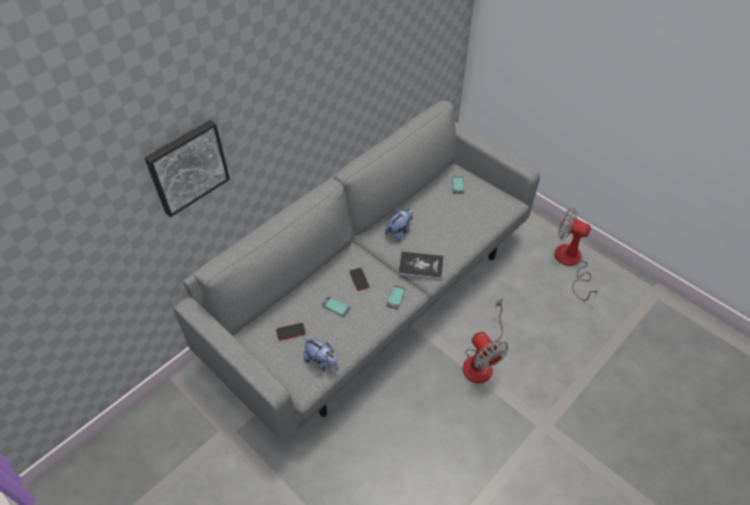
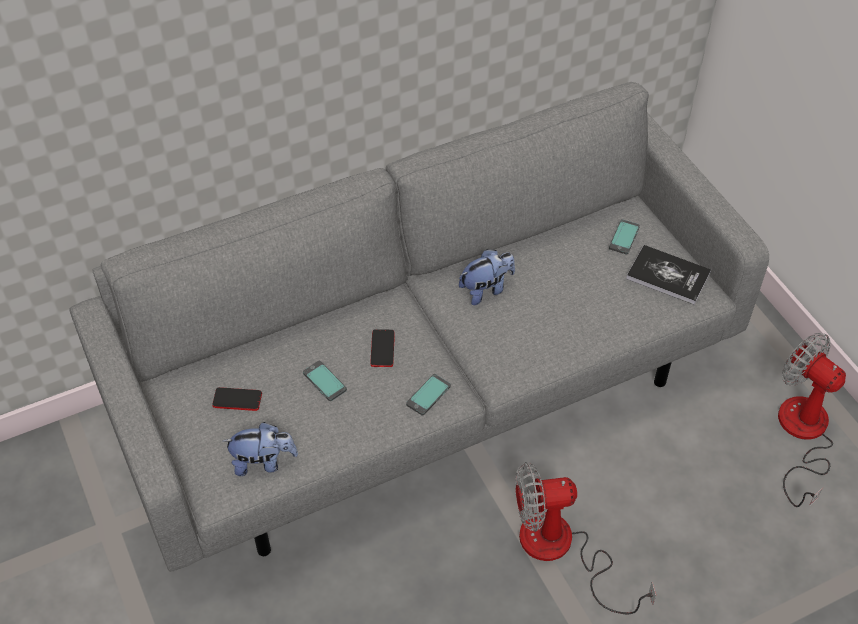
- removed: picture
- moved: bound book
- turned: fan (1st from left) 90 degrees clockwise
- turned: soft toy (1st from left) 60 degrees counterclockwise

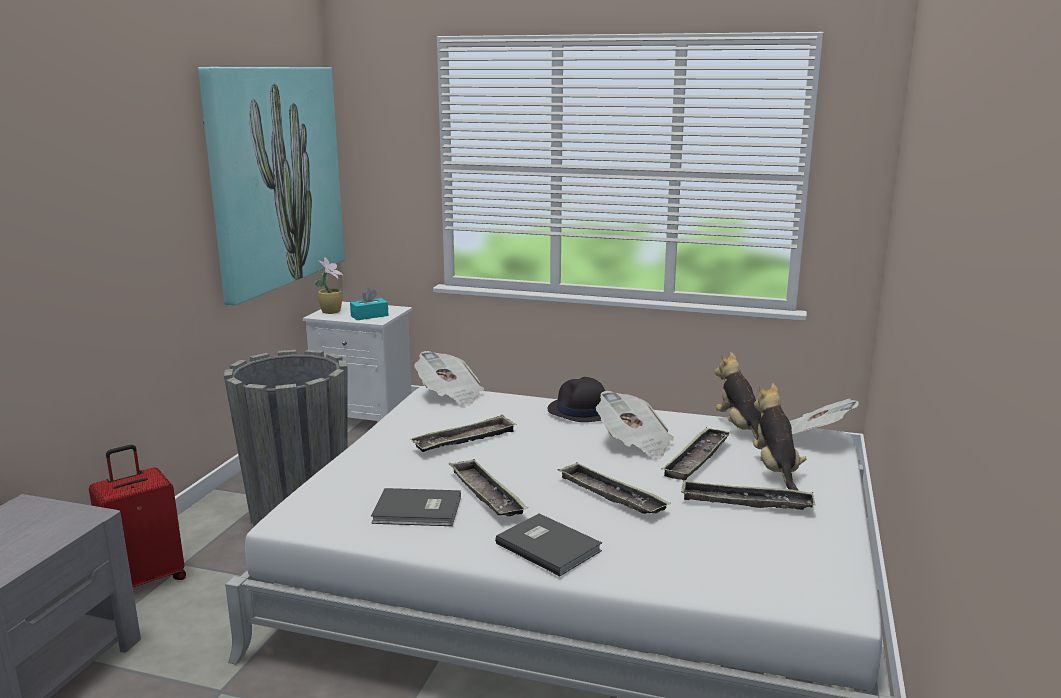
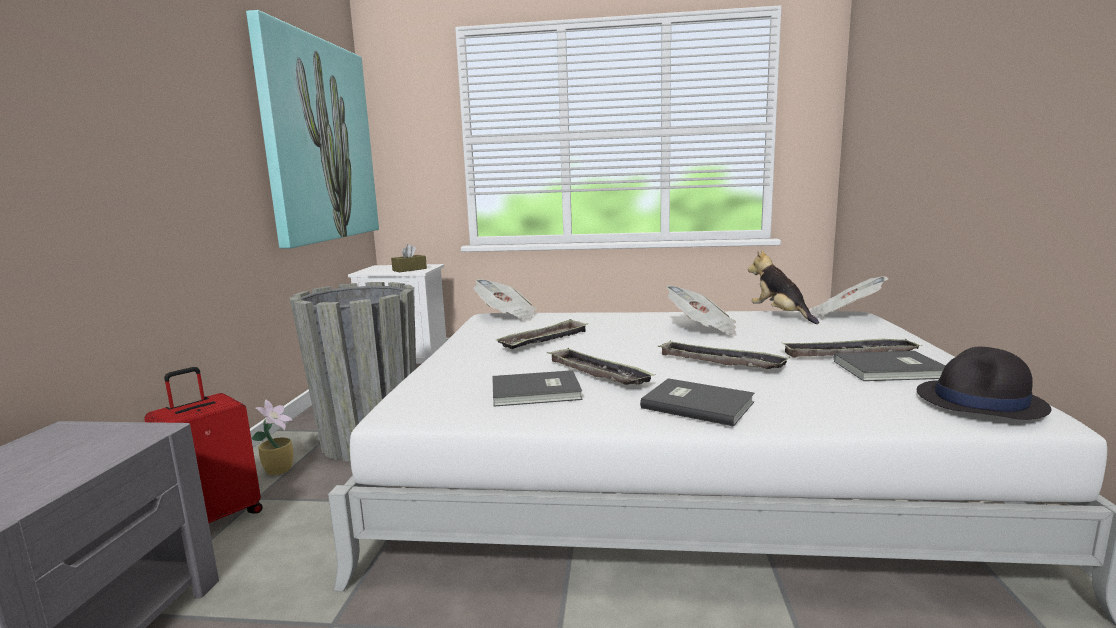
- moved: houseplant
- recoloured: tissue box/blue-green to tissue box/brown
- moved: hat/black
- removed: soft toy (2nd from left)
- removed: tray (4th from left)
- added: bound book/gray (3rd from left)

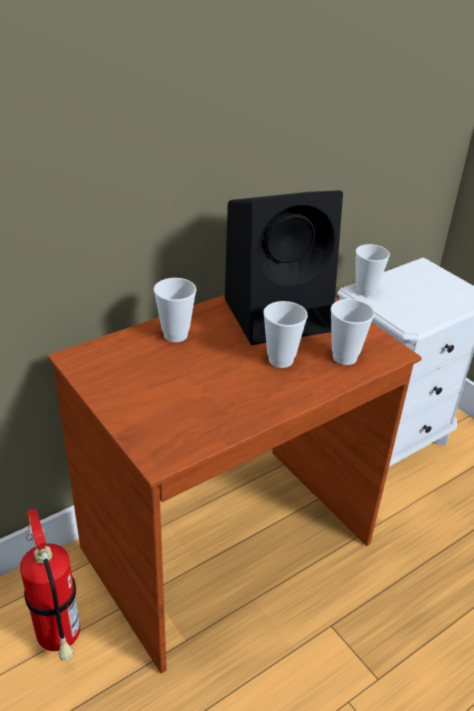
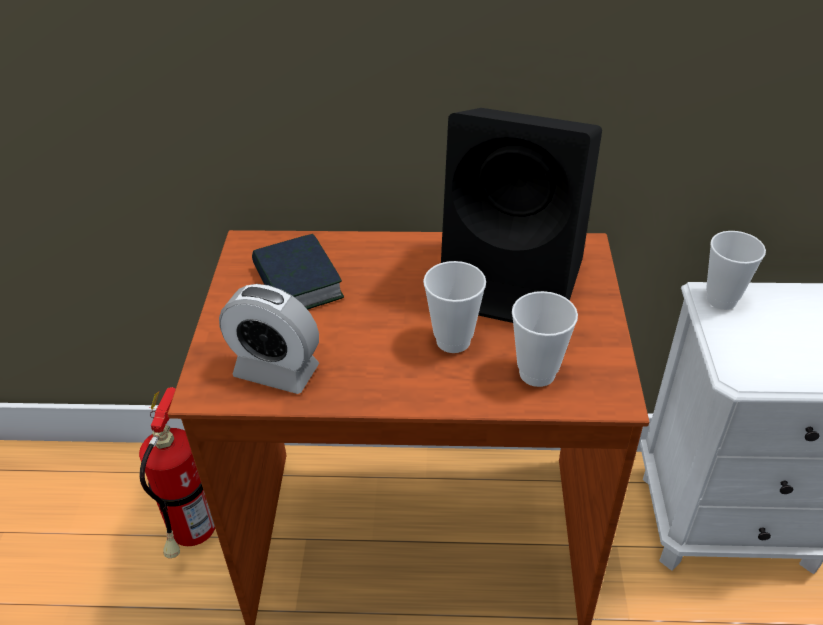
- removed: small cup (1st from left)
- added: bound book
- added: bedside clock

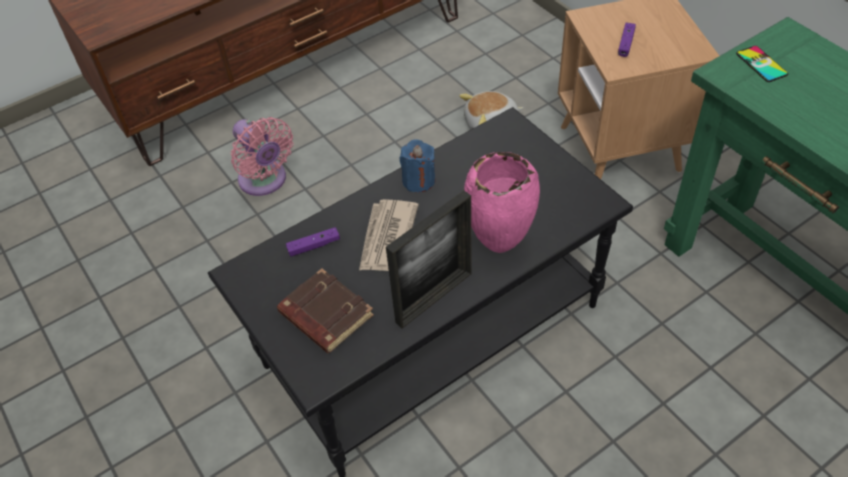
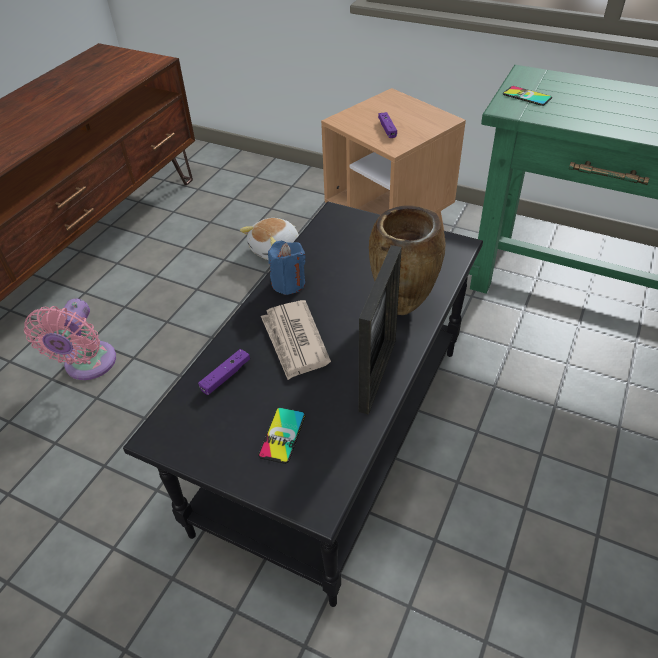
- turned: fan/pinkish 75 degrees clockwise
- recoloured: decorative vase/pinkish to decorative vase/brown
- replaced: bound book/brown to telephone (1st from left)

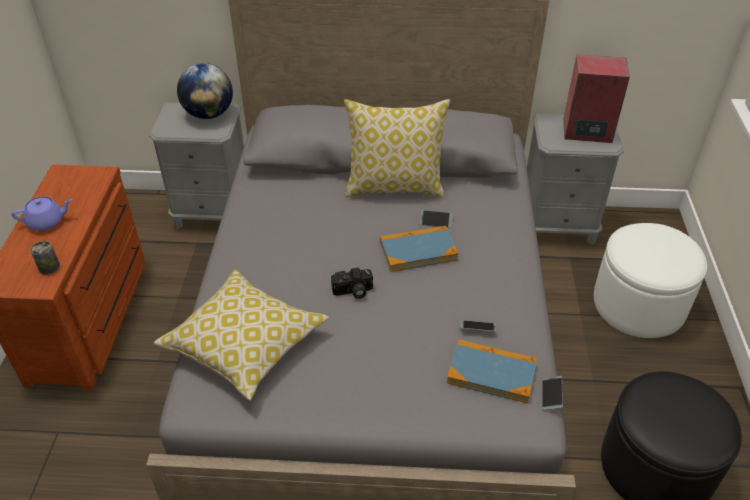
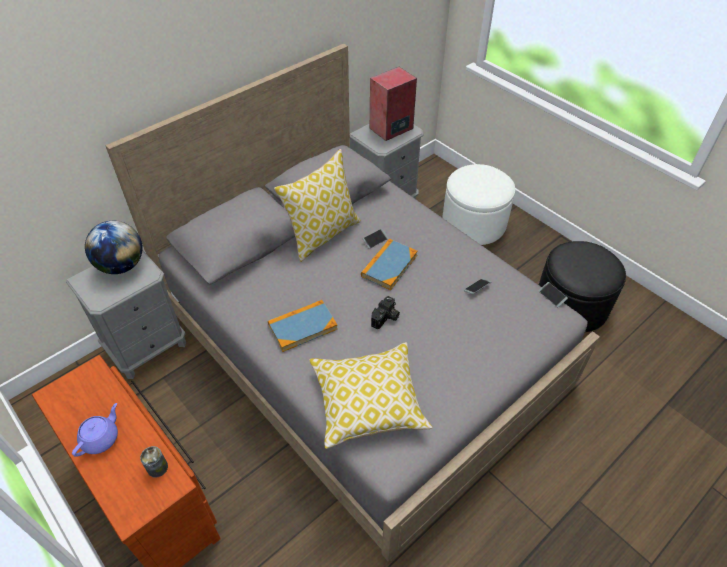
- moved: bound book (2nd from left in the first image) to bound book (1st from left)

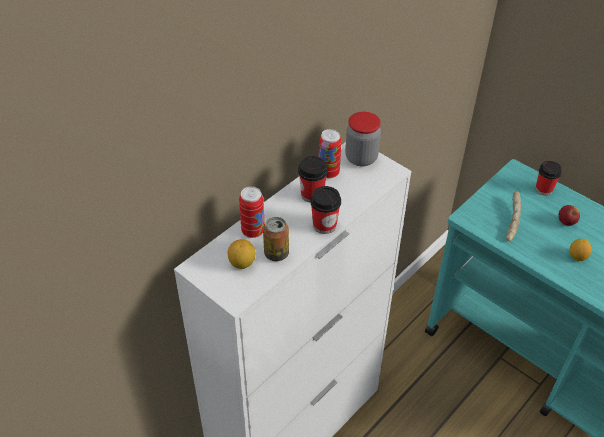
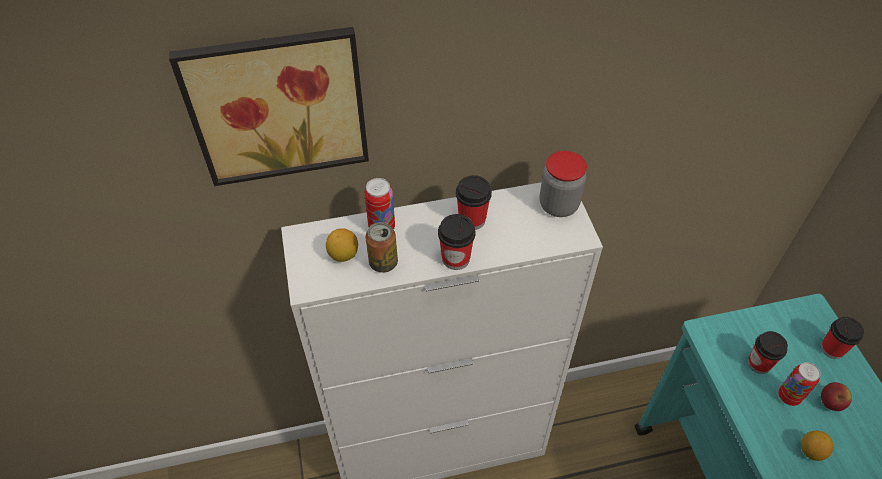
- moved: sealed can (3rd from left)
- replaced: bakery bread to small cup (3rd from left)
- added: picture

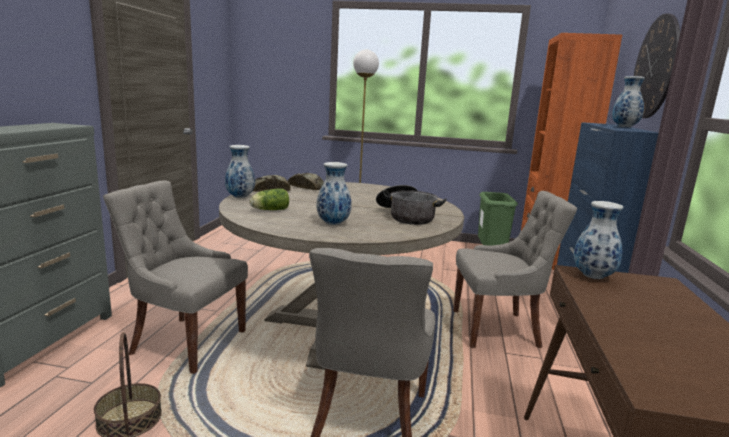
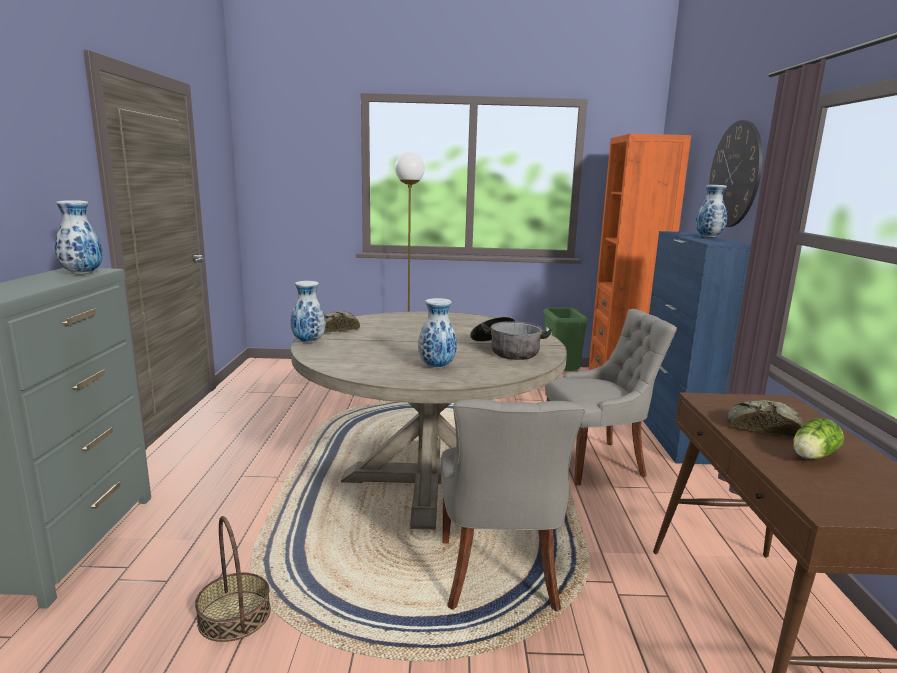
- moved: bakery bread (2nd from left)
- removed: upright chair/gray (1st from left)
- moved: lettuce
- moved: decorative vase (3rd from left in the first image) to decorative vase (1st from left)

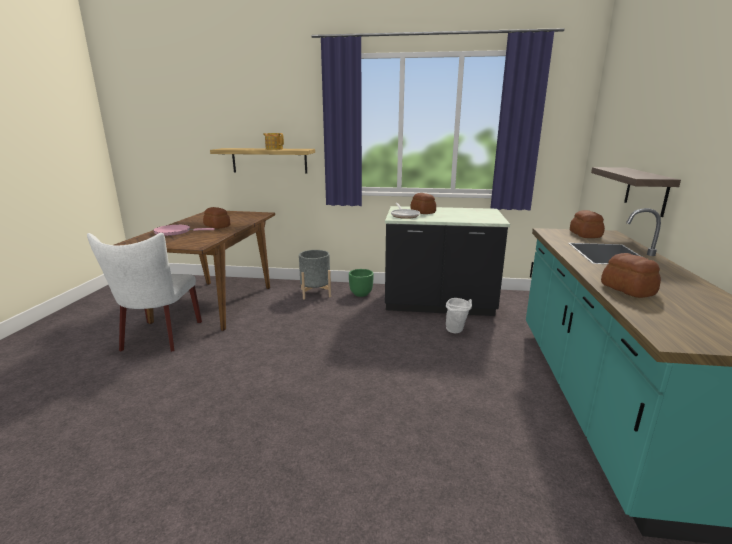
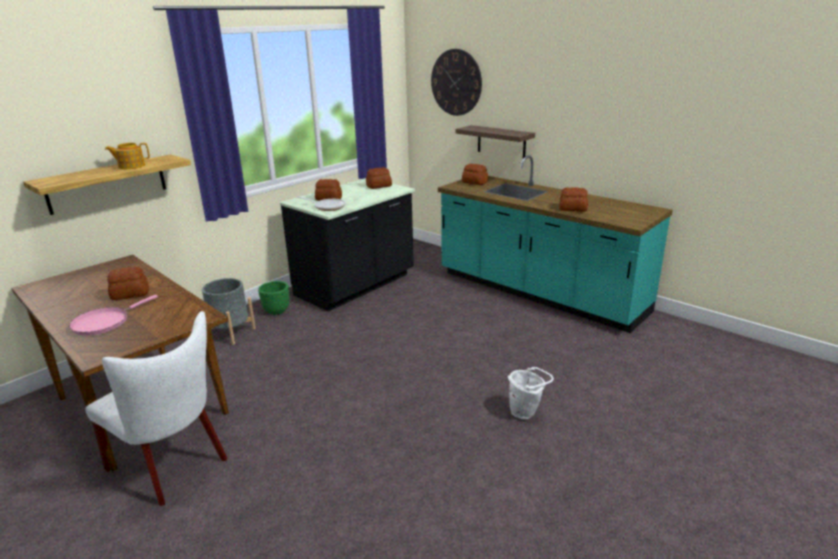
- moved: pail/white
- added: clock on the wall
- added: bakery bread (3rd from left)

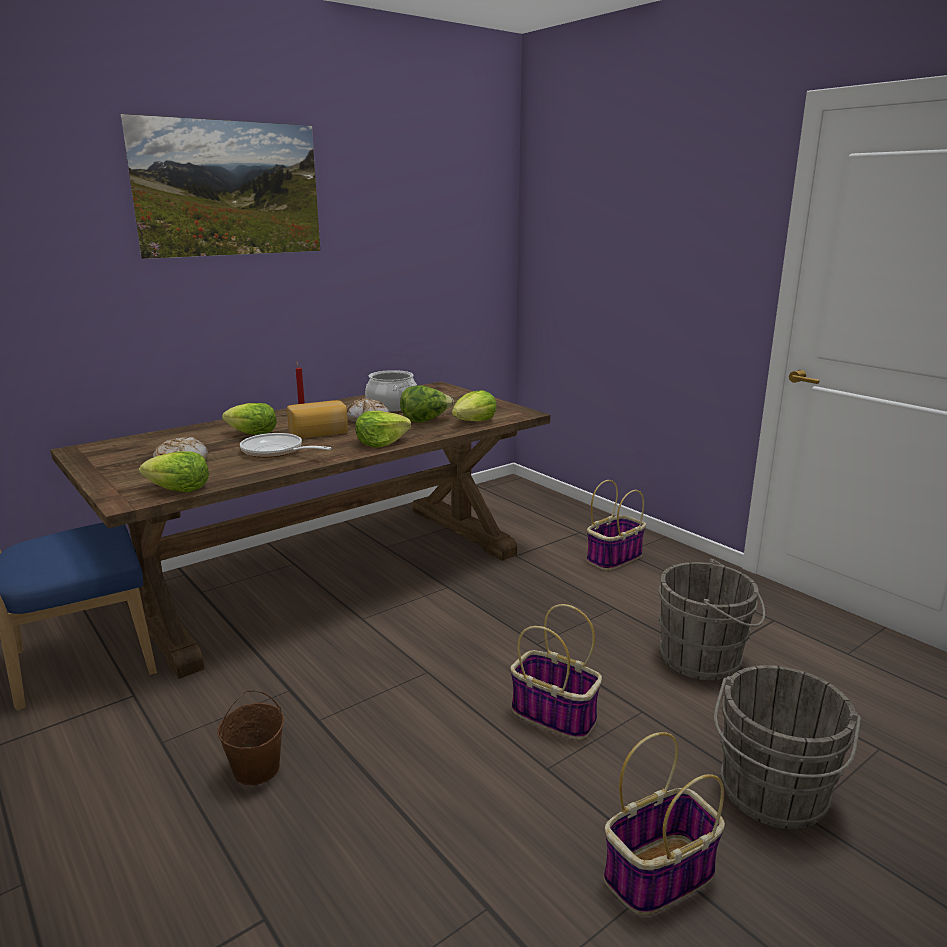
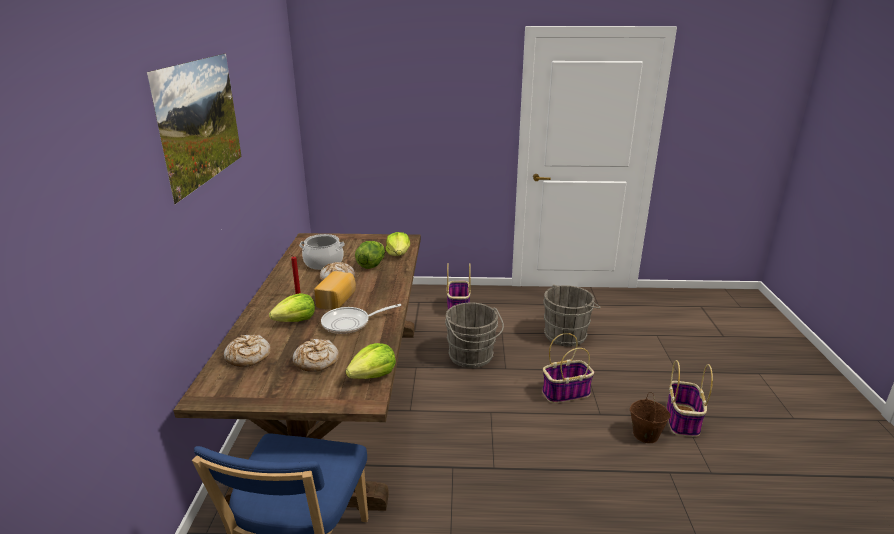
- removed: lettuce (3rd from left)
- moved: pail/gray (2nd from left in the first image) to pail/gray (1st from left)
- moved: pail/brown
- added: bakery bread (1st from left)

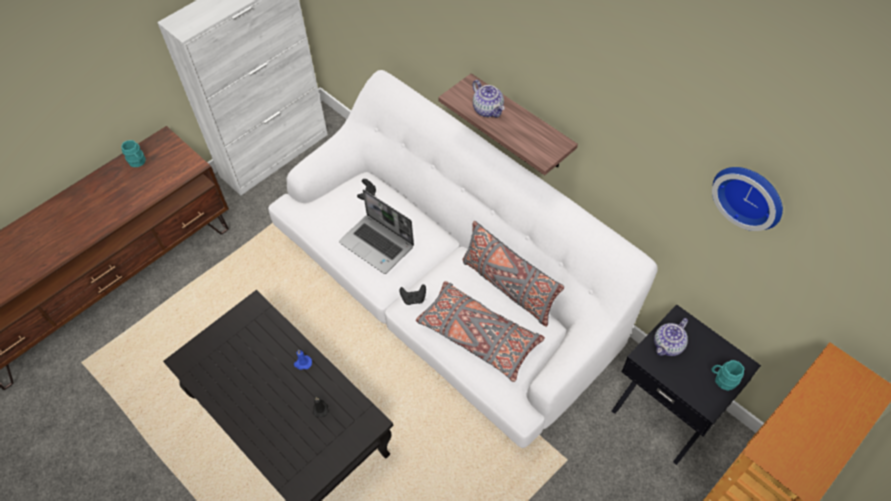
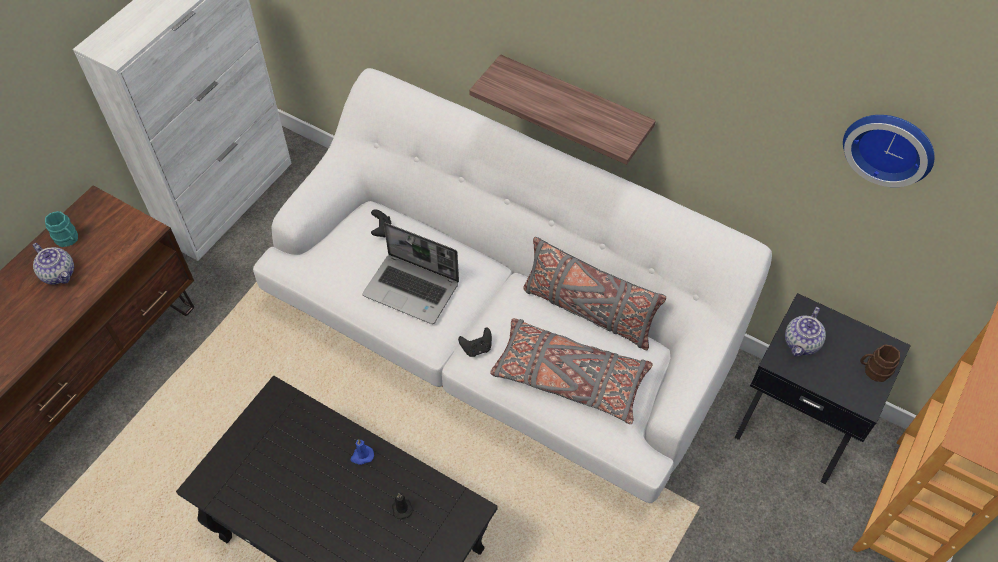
- moved: tea pot (1st from left)
- recoloured: tea mug/blue-green (2nd from left) to tea mug/brown

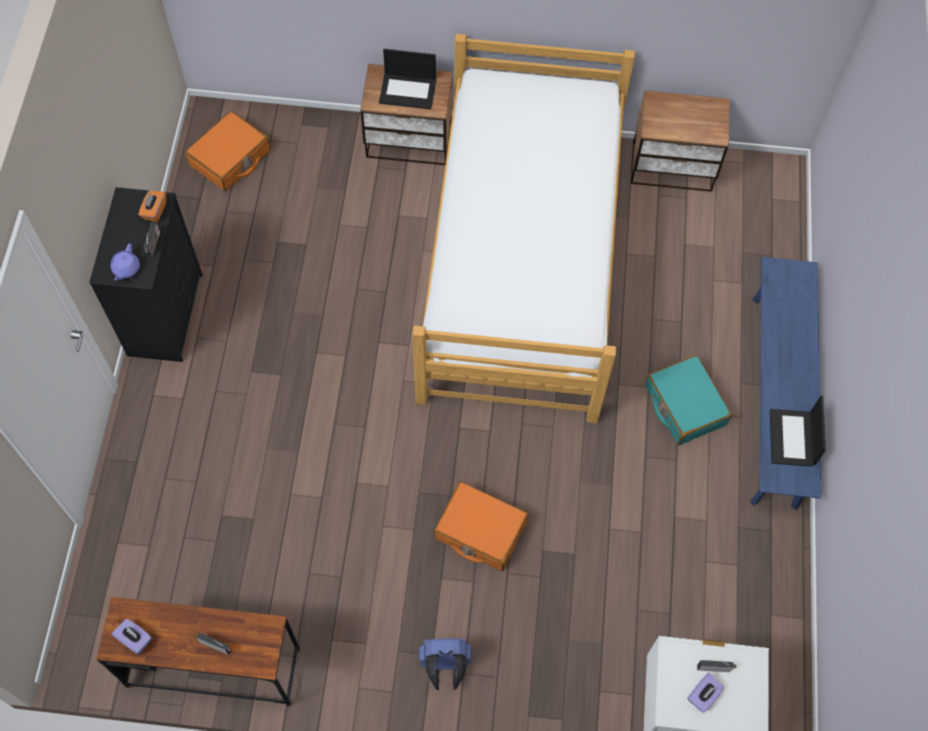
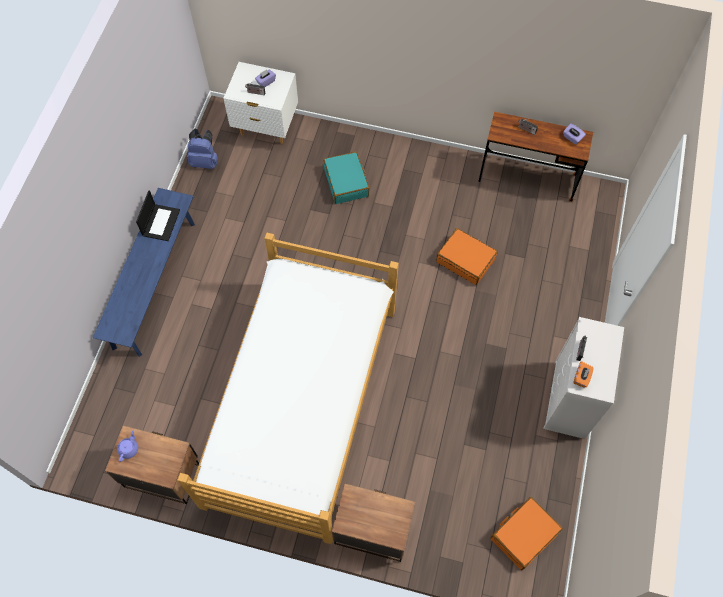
- removed: notebook computer (1st from left)
- recoloured: drawer chest/black to drawer chest/white
- moved: tea pot/purple
- moved: travel case/blue-green
- moved: travel case/orange-coloured (2nd from left in the first image) to travel case/orange-coloured (1st from left)
- moved: knapsack/bluish

